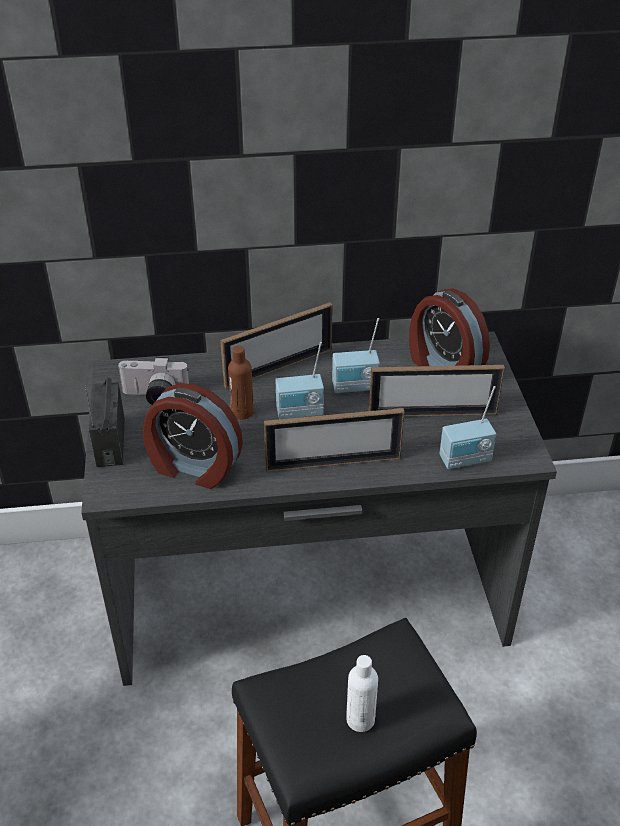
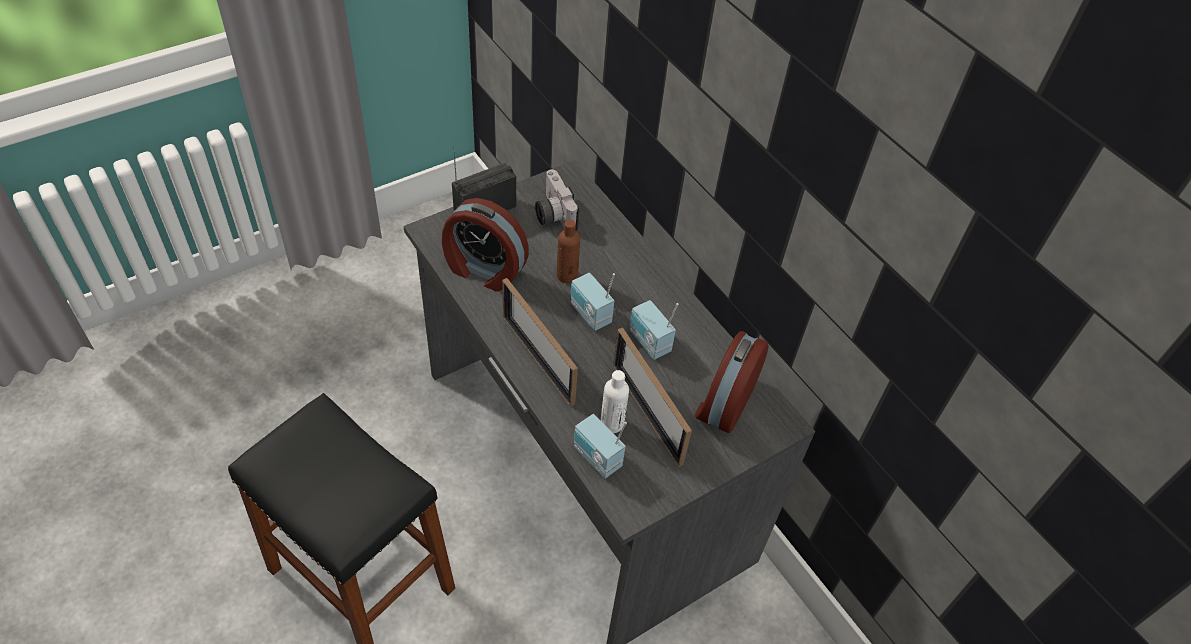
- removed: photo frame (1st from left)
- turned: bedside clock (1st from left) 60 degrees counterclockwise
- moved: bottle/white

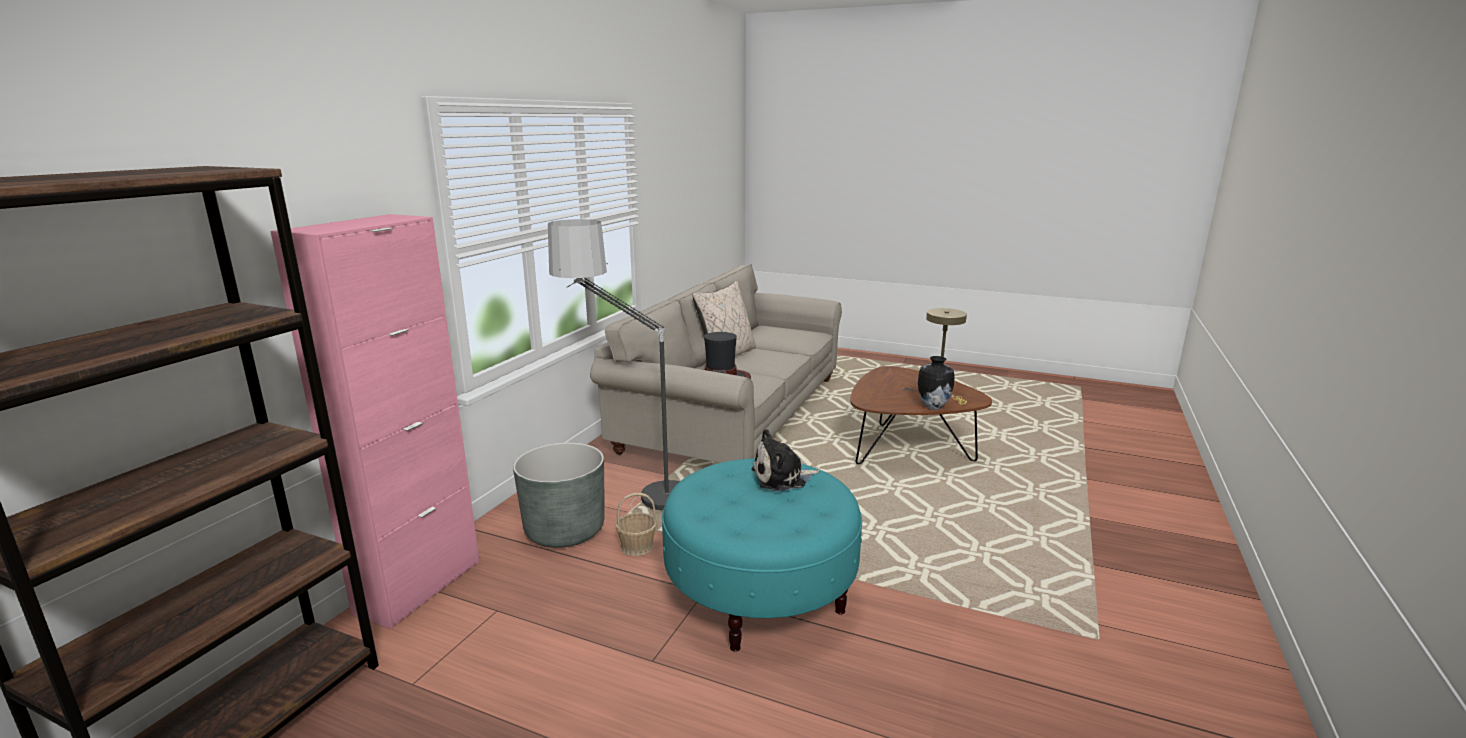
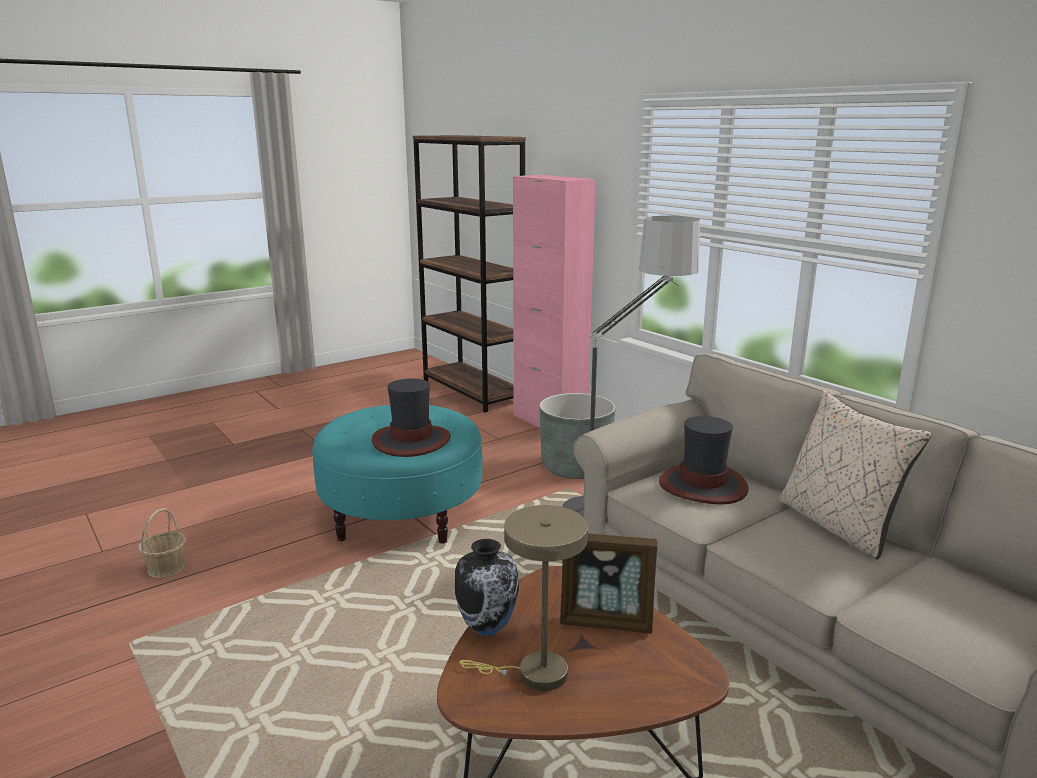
- replaced: soft toy to hat (1st from left)
- moved: household basket
- added: photo frame

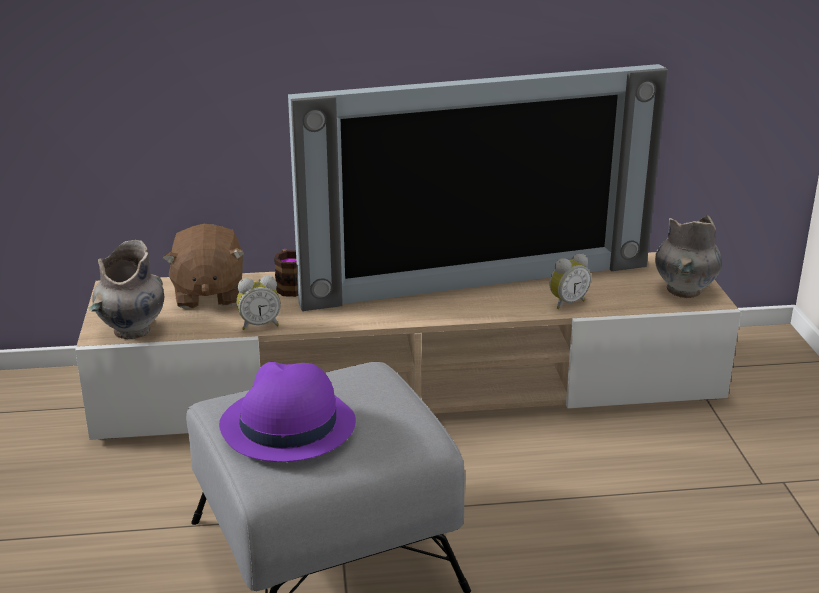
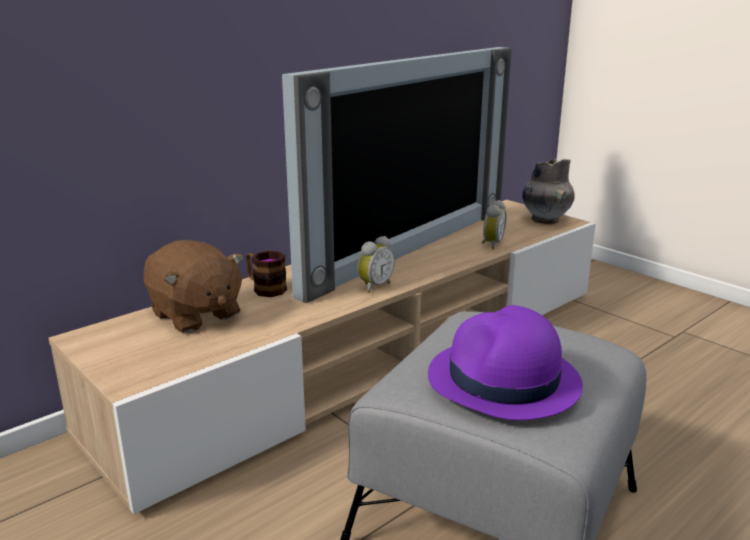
- removed: decorative vase/gray (1st from left)
- moved: bedside clock (1st from left)

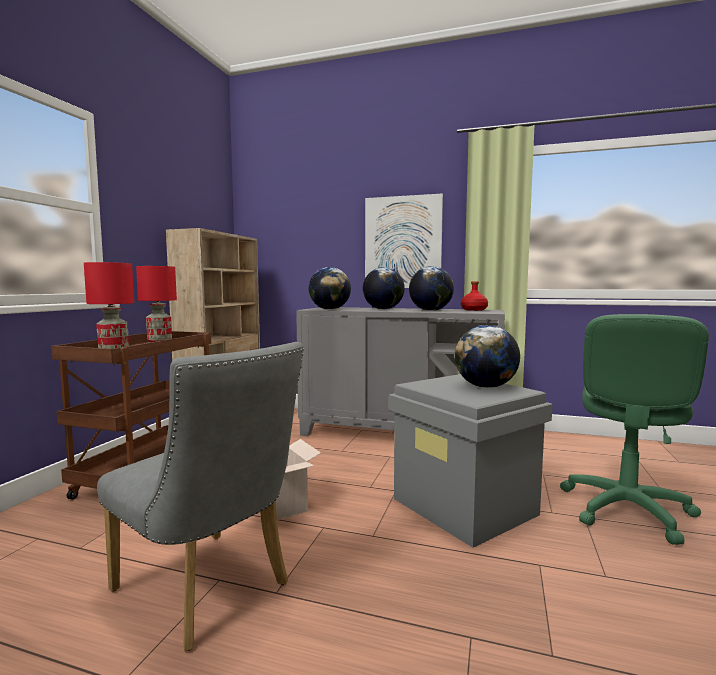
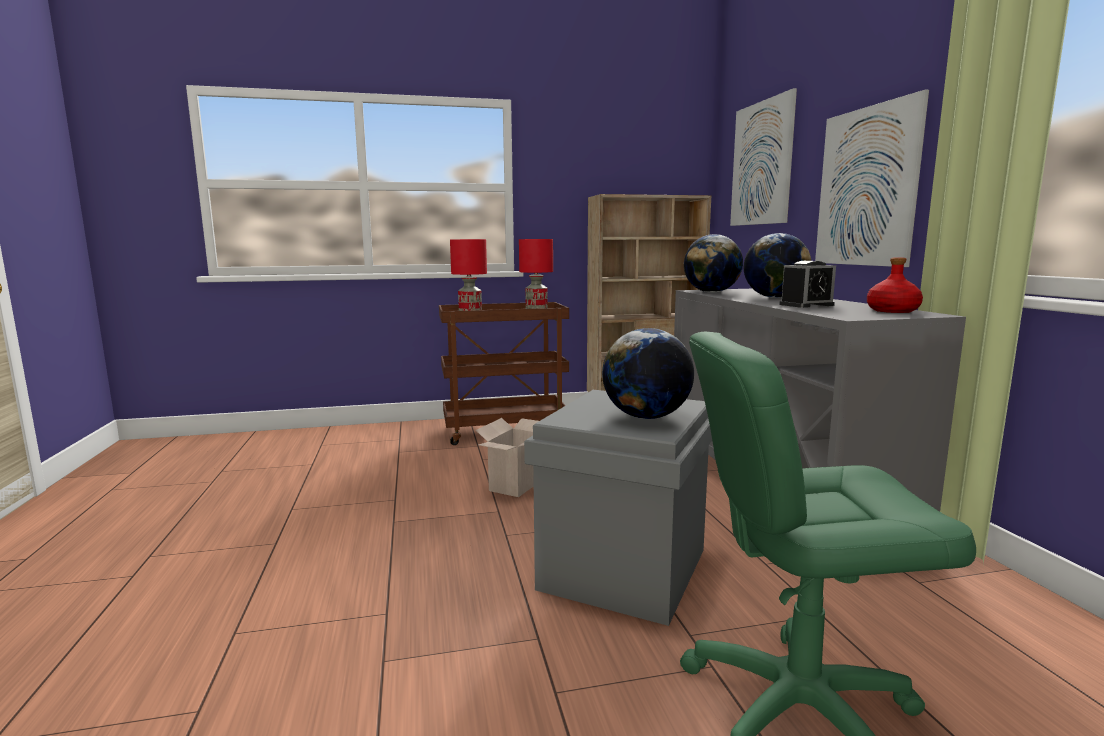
- replaced: globe (3rd from left) to bedside clock
- removed: upright chair/gray
- added: picture (1st from left)

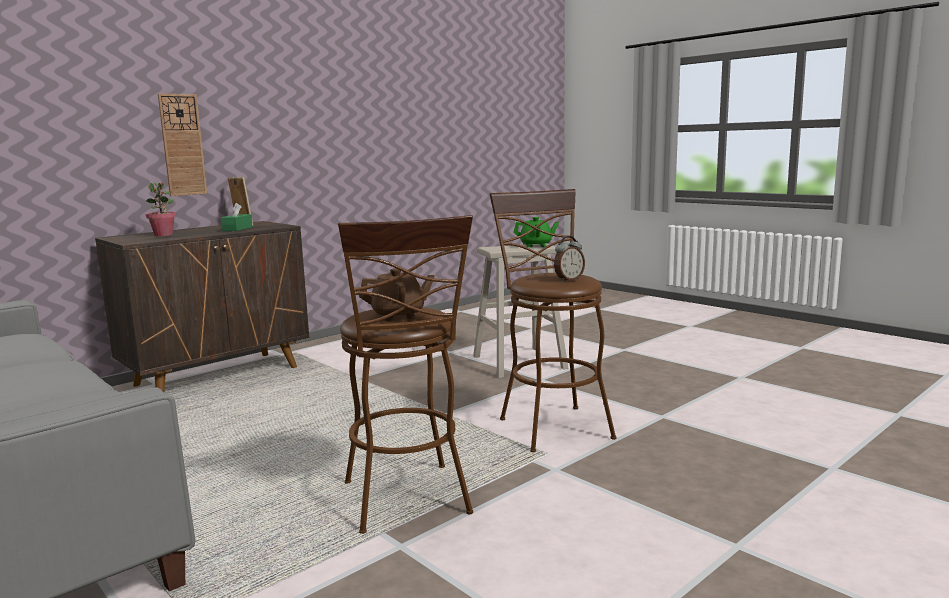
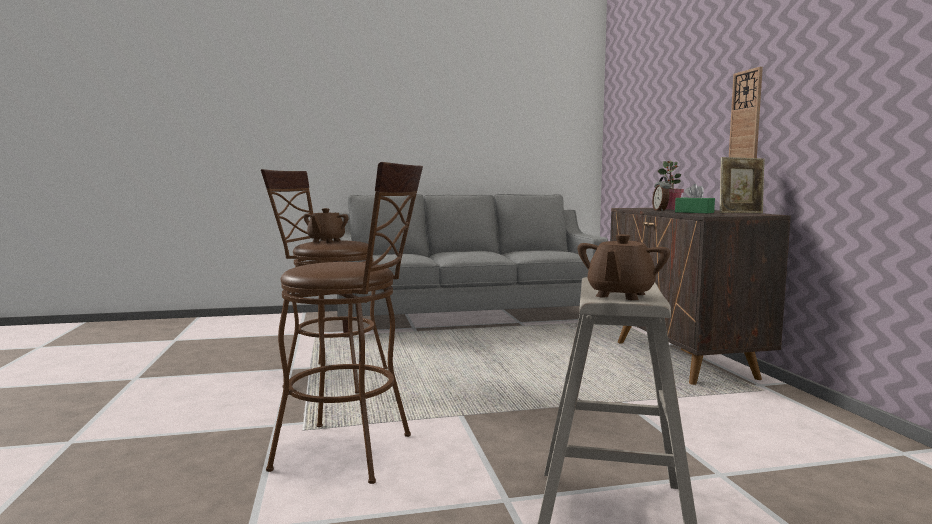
- recoloured: tea pot/green-coloured to tea pot/brown (2nd from left)
- moved: bedside clock

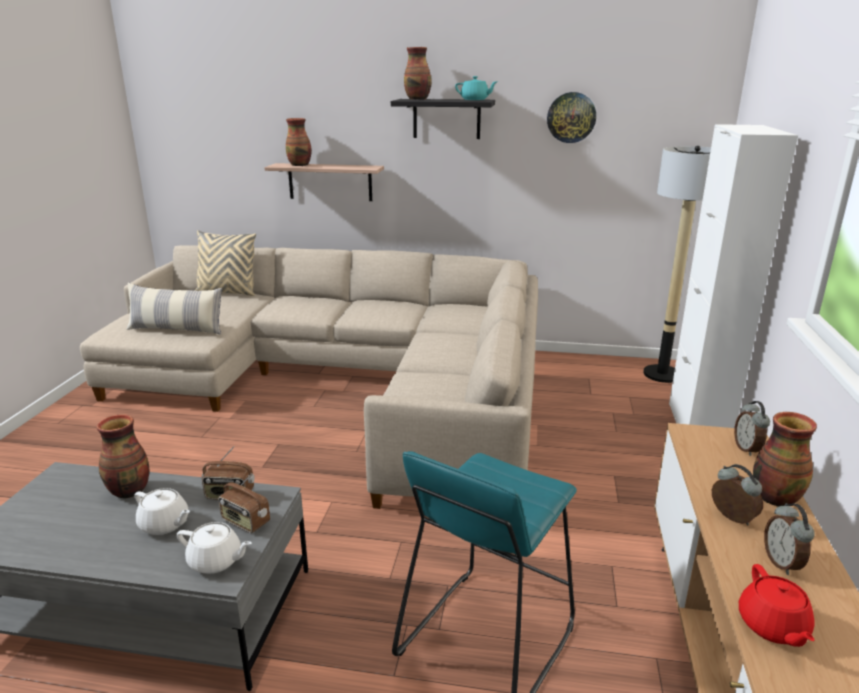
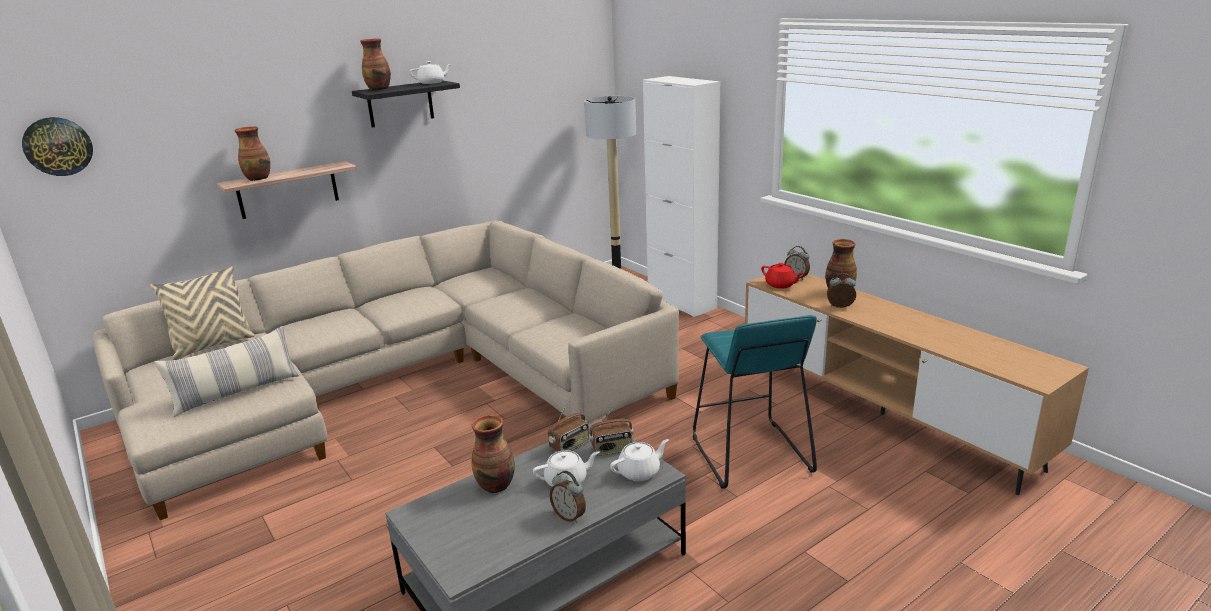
- recoloured: tea pot/blue-green to tea pot/white (1st from left)
- moved: clock on the wall
- moved: bedside clock (3rd from left in the first image) to bedside clock (1st from left)
- moved: tea pot/red-coloured

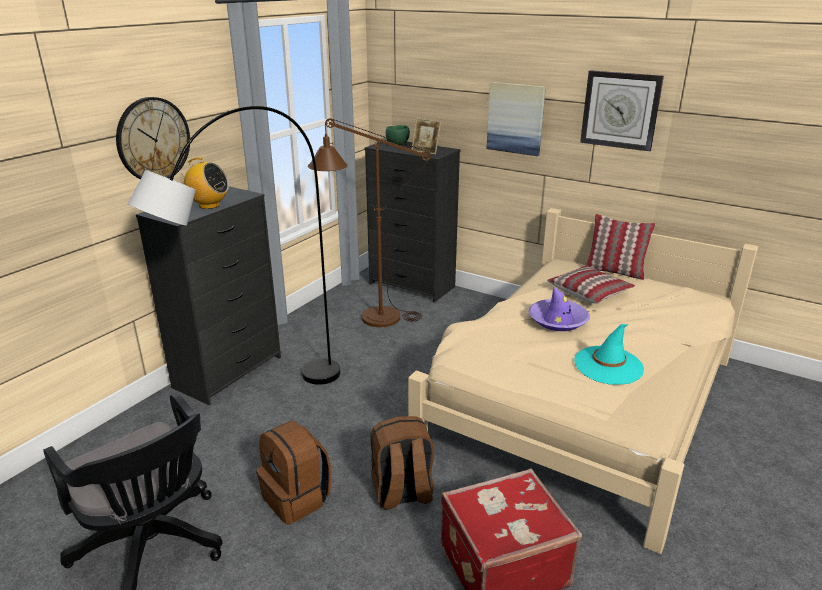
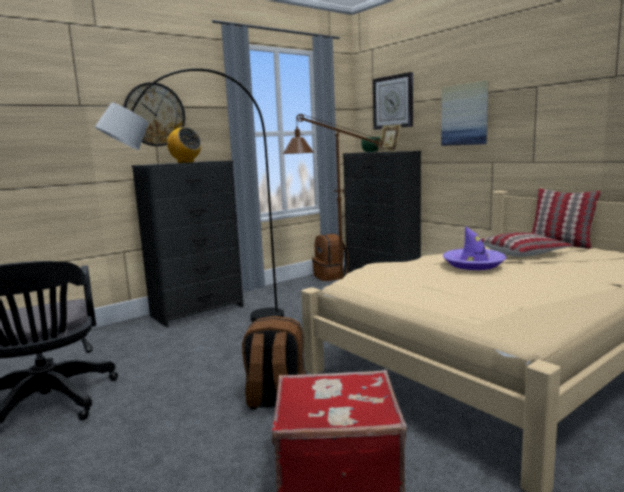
- moved: clock on the wall (2nd from left)
- removed: hat/blue-green
- moved: knapsack/brown (1st from left in the first image) to knapsack/brown (2nd from left)

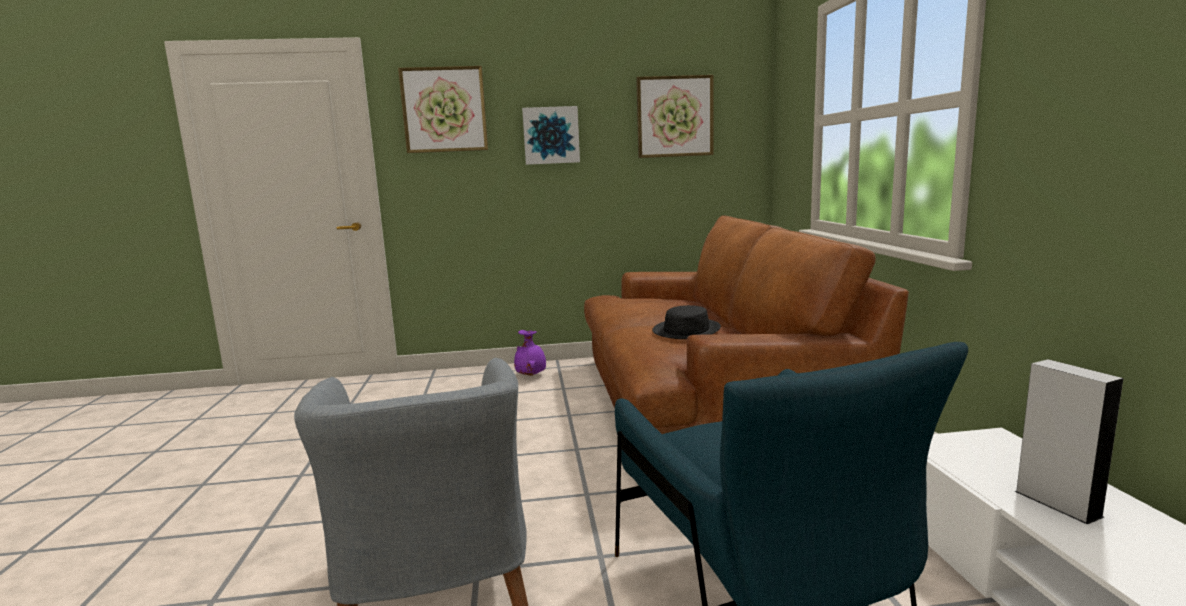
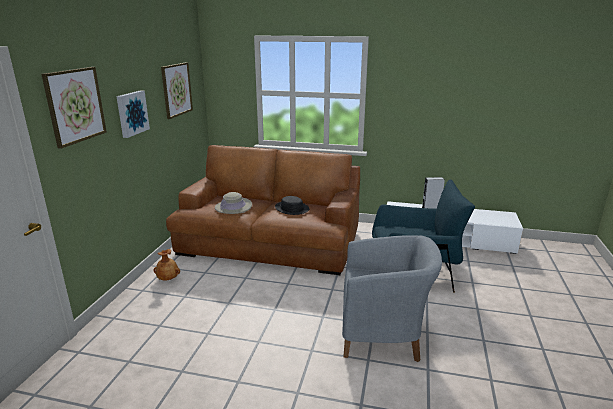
- recoloured: decorative vase/purple to decorative vase/brown
- added: hat/beige-coloured

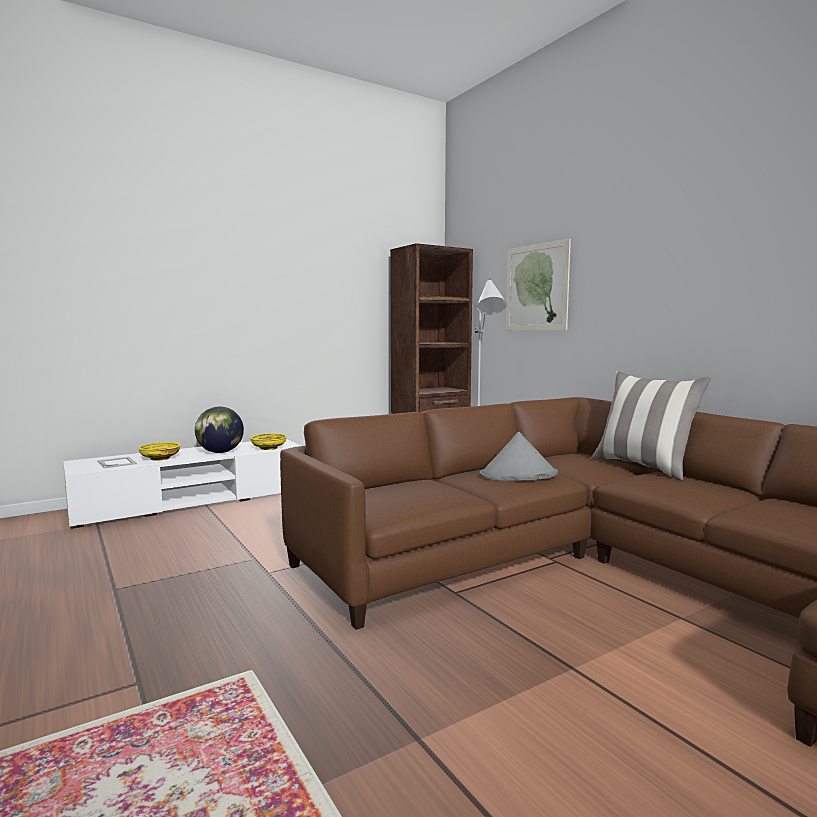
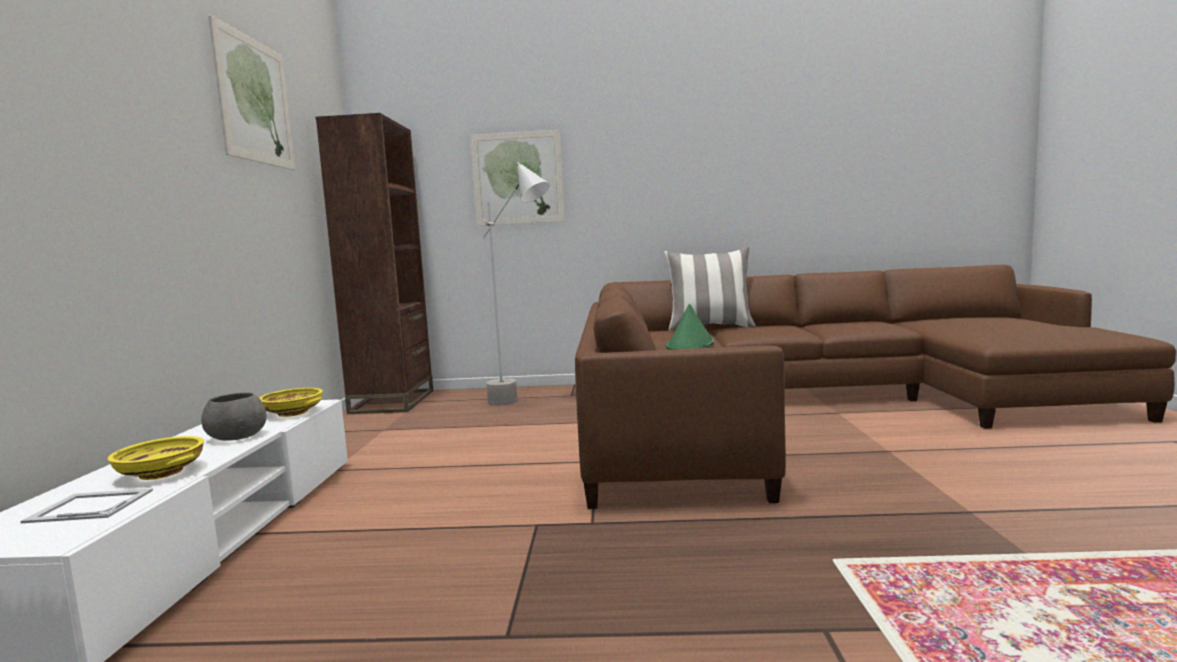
- replaced: globe to bowl/gray
- recoloured: hat/gray to hat/green-coloured
- added: picture (1st from left)

